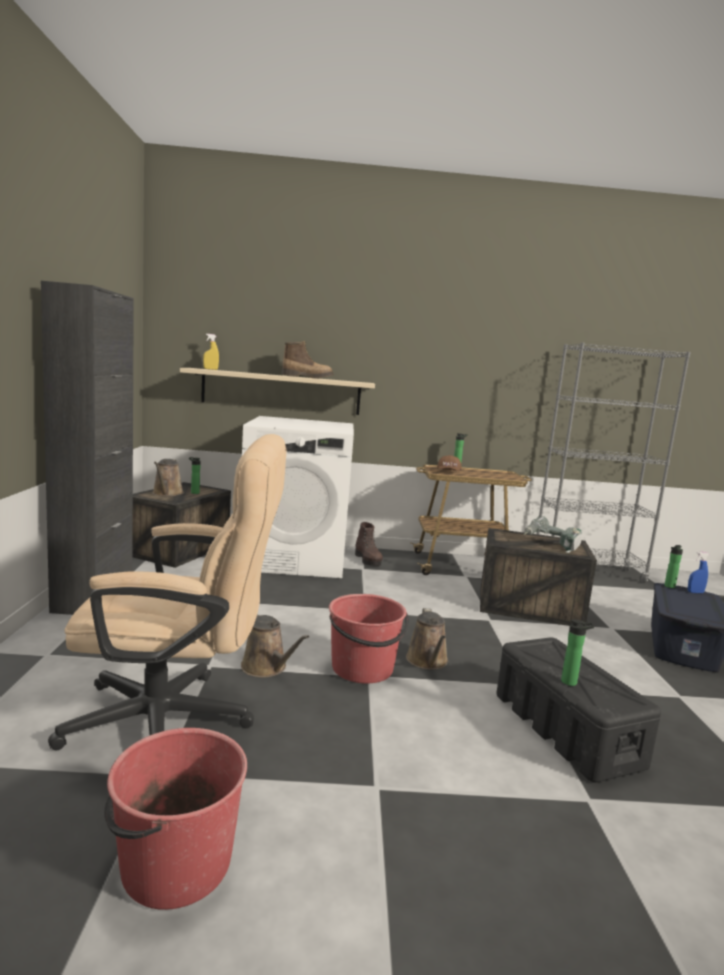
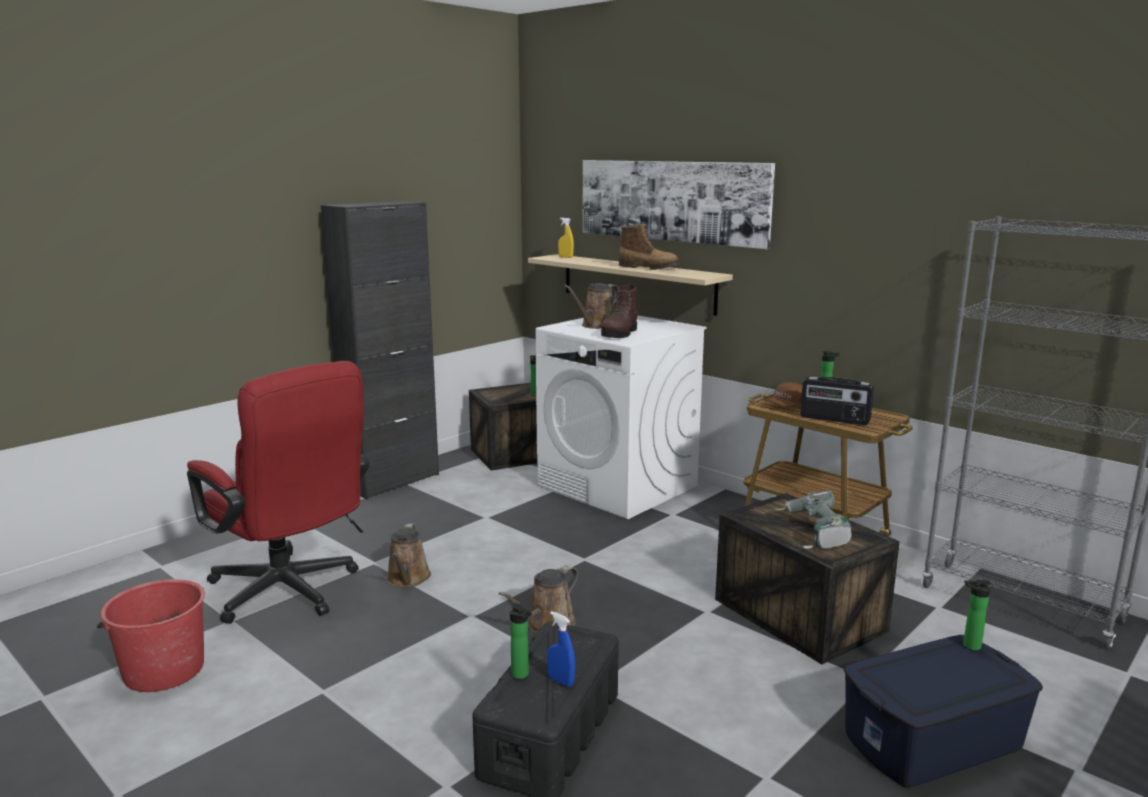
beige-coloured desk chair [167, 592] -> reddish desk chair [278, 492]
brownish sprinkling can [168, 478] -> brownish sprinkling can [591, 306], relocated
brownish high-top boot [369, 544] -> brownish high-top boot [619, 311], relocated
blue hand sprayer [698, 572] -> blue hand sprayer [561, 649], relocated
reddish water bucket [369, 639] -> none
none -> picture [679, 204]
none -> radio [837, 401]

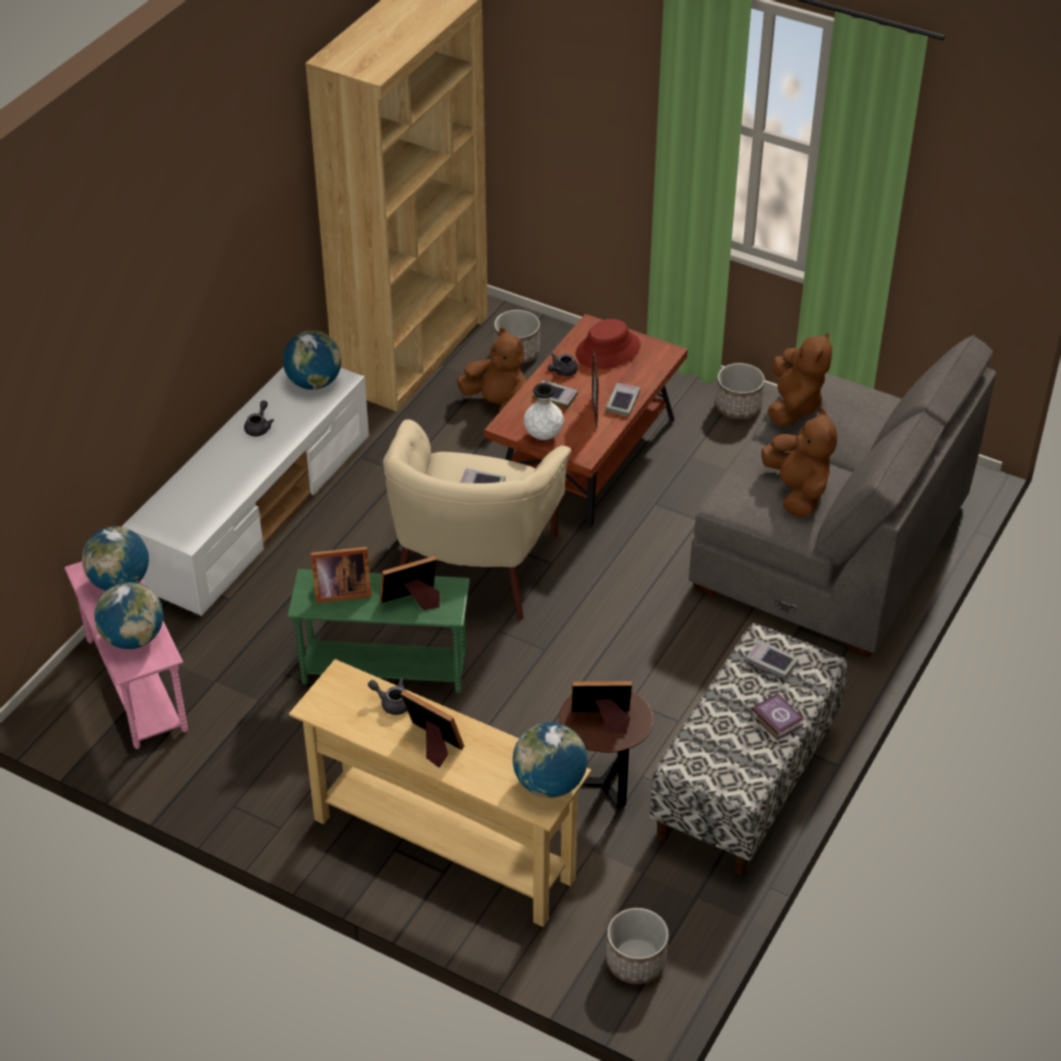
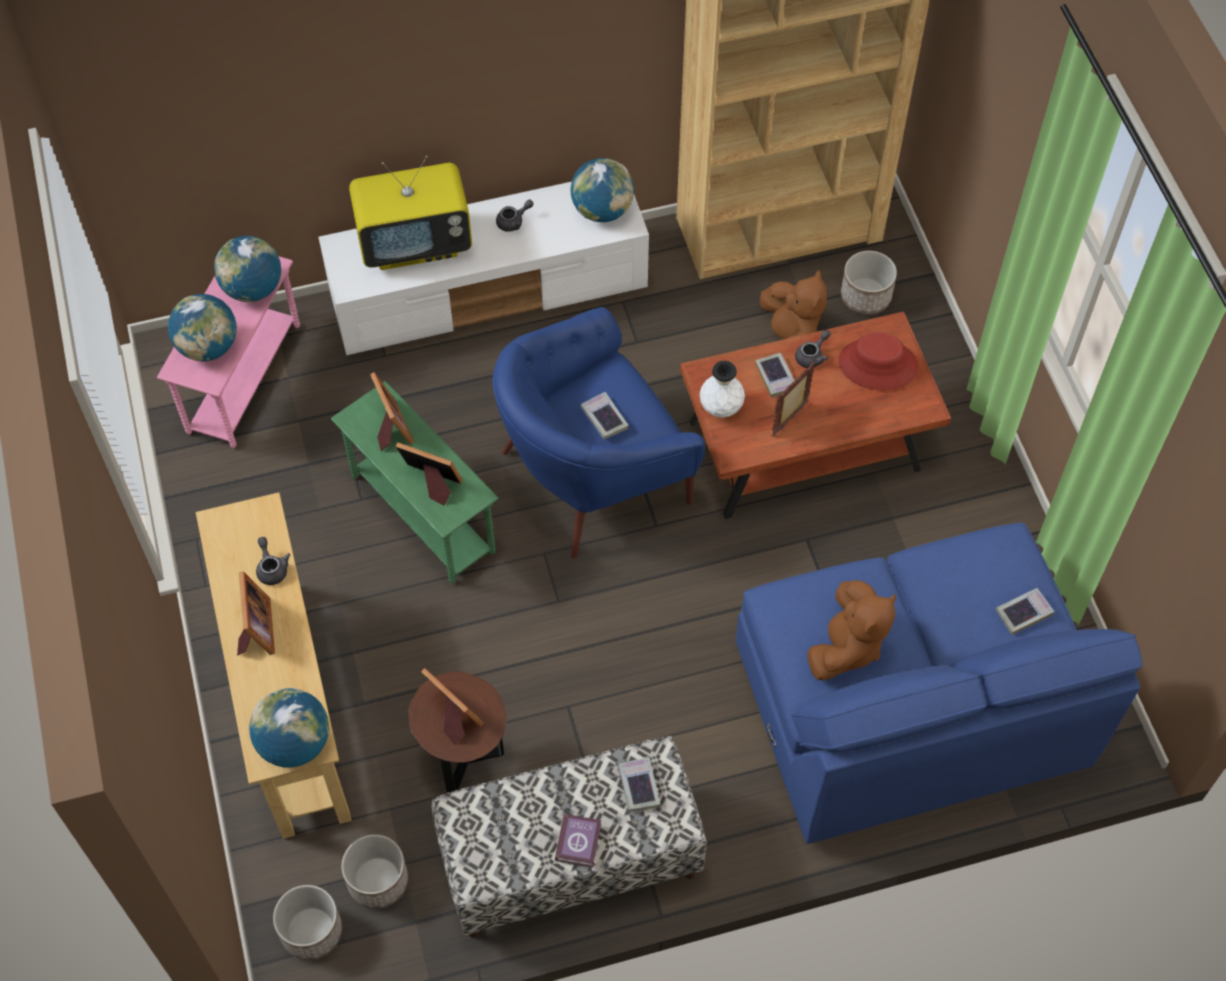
brownish plush toy [800, 379] -> none
gray couch [842, 496] -> blue couch [939, 683]
gray teapot [563, 364] -> gray teapot [812, 349], 135 degrees clockwise
planter [740, 391] -> planter [374, 871], relocated
bound book [623, 400] -> bound book [1025, 611], relocated
beige-coloured easy chair [477, 519] -> blue easy chair [599, 433]
standing frame [341, 575] -> standing frame [392, 411], 150 degrees counterclockwise
none -> television [410, 213]

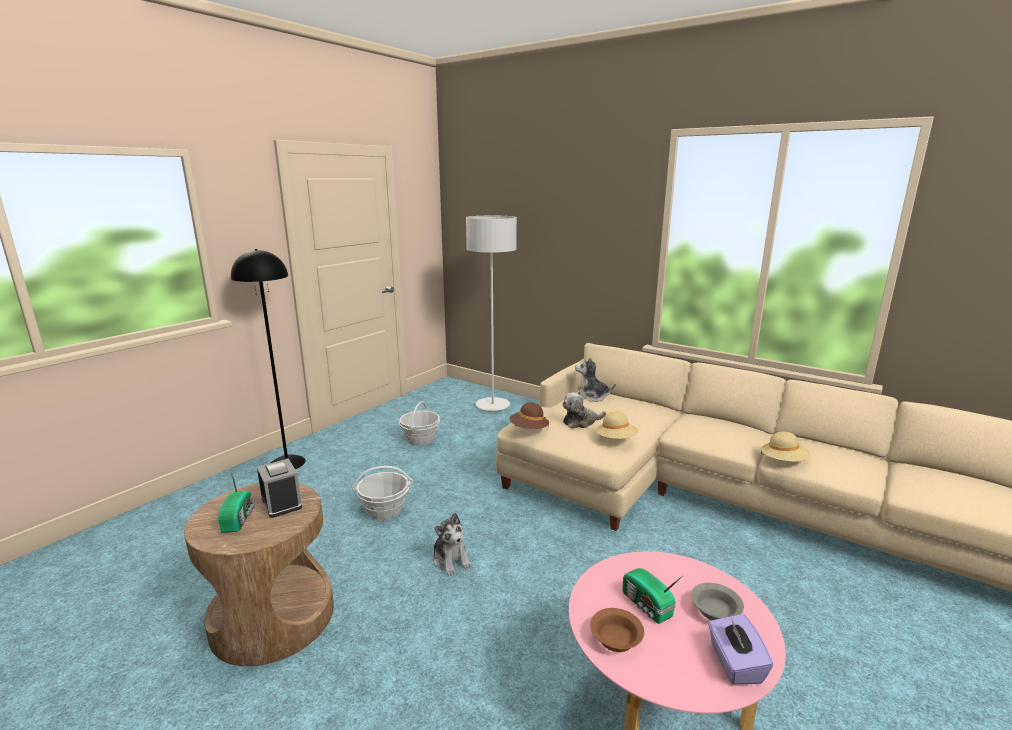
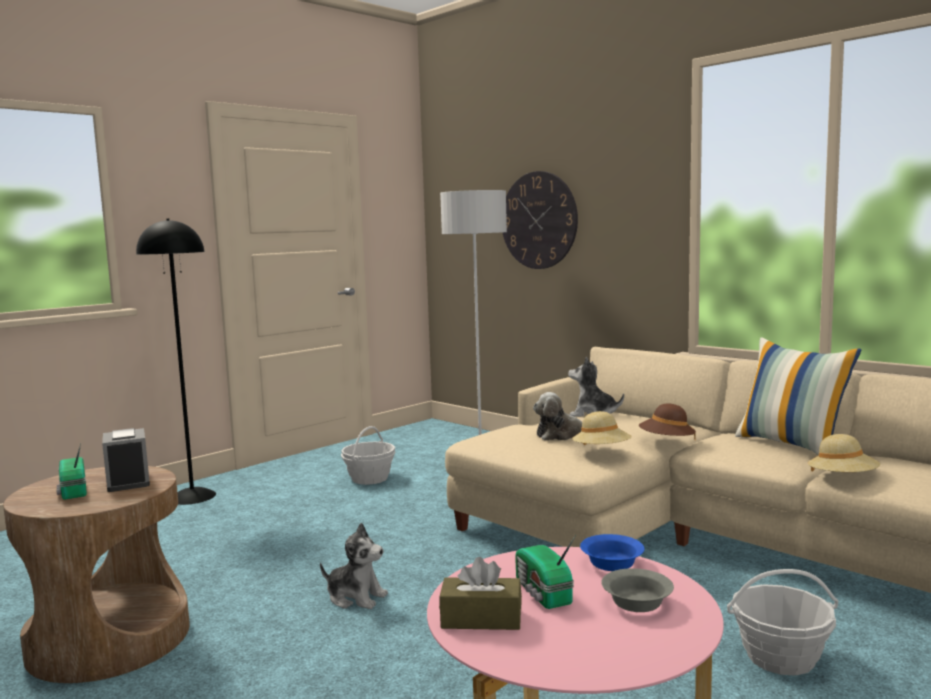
brownish wearable hat [529, 416] -> brownish wearable hat [667, 421], relocated
household basket [382, 493] -> household basket [782, 622], relocated
radio [236, 500] -> radio [71, 471], 150 degrees clockwise
plush toy [451, 544] -> plush toy [354, 566], 45 degrees counterclockwise
brownish bowl [617, 630] -> brownish tissue holder [480, 593]
purplish tissue holder [740, 649] -> none
none -> clock on the wall [540, 220]
none -> cushion [798, 396]
none -> blue bowl [612, 552]

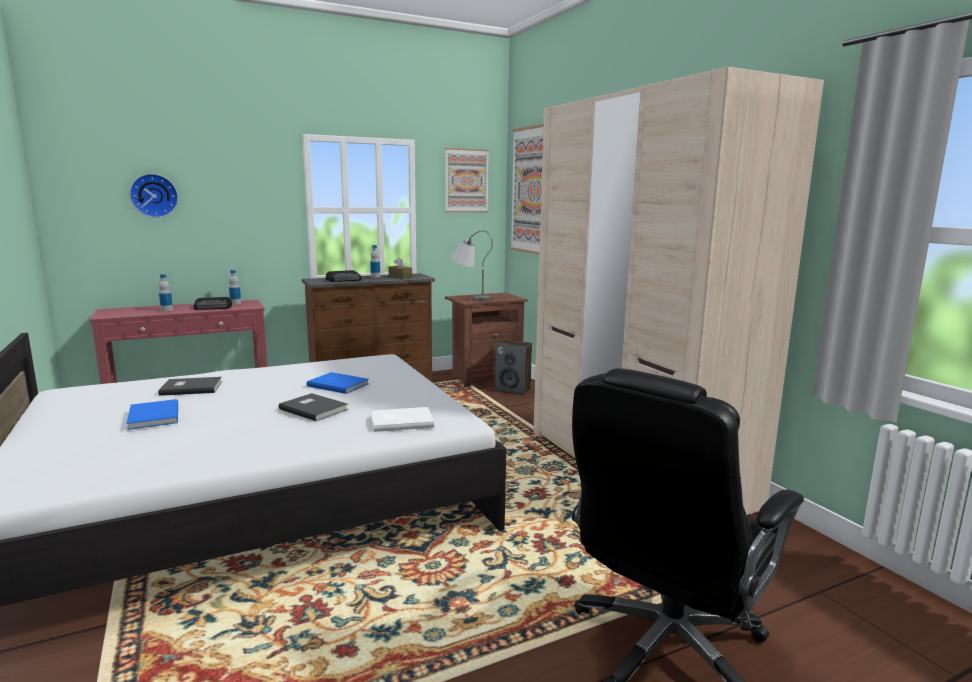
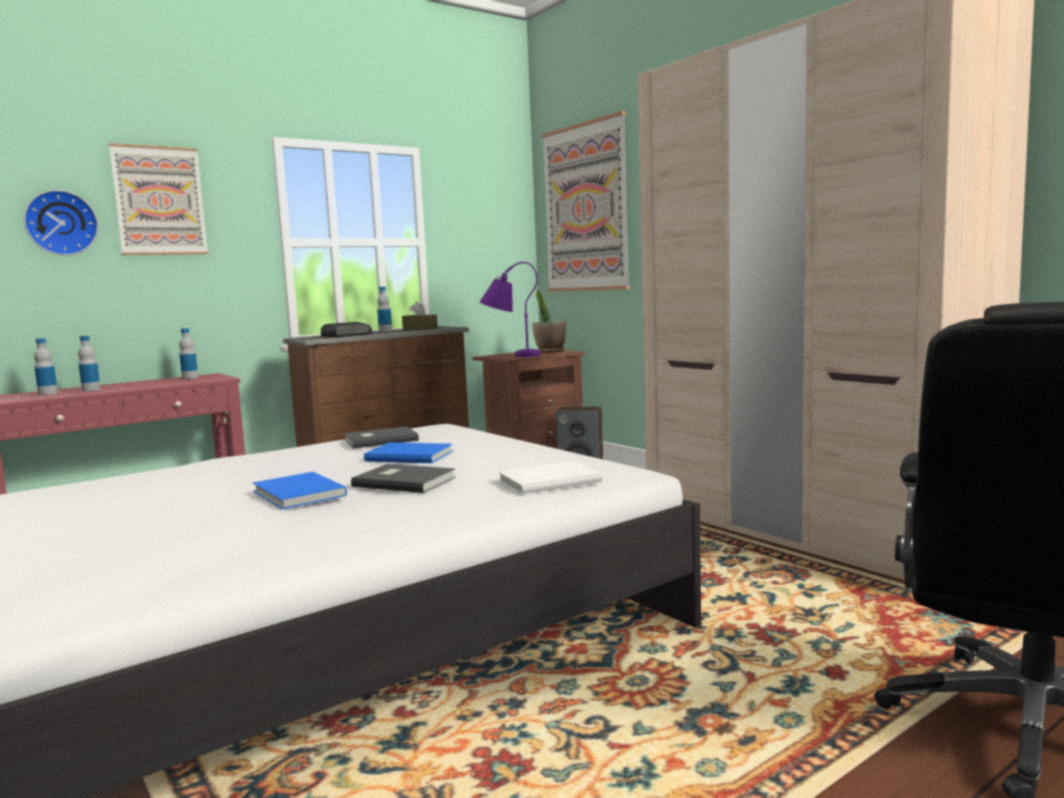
picture [467, 180] -> picture [158, 199], relocated
gray table lamp [471, 265] -> purplish table lamp [510, 309]
radio [212, 303] -> none
gray bound book [190, 386] -> gray bound book [381, 437], relocated
blue bound book [152, 414] -> blue bound book [300, 490], relocated
none -> houseplant [549, 321]
none -> bottle [46, 366]

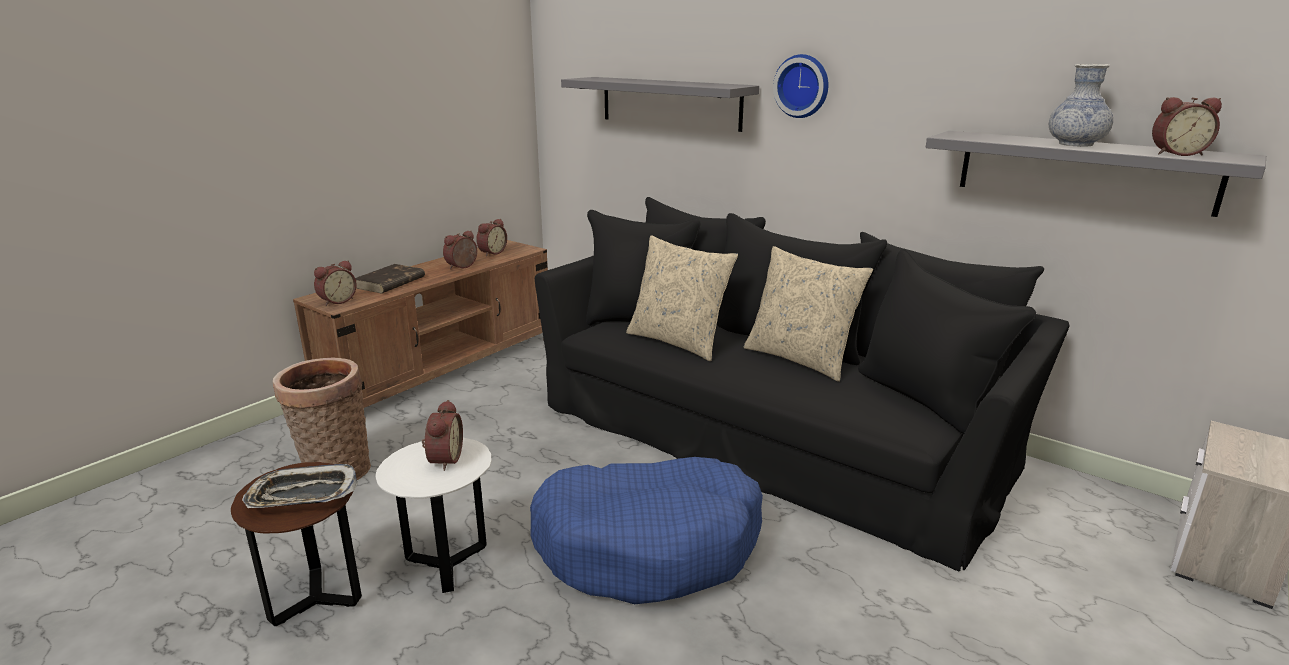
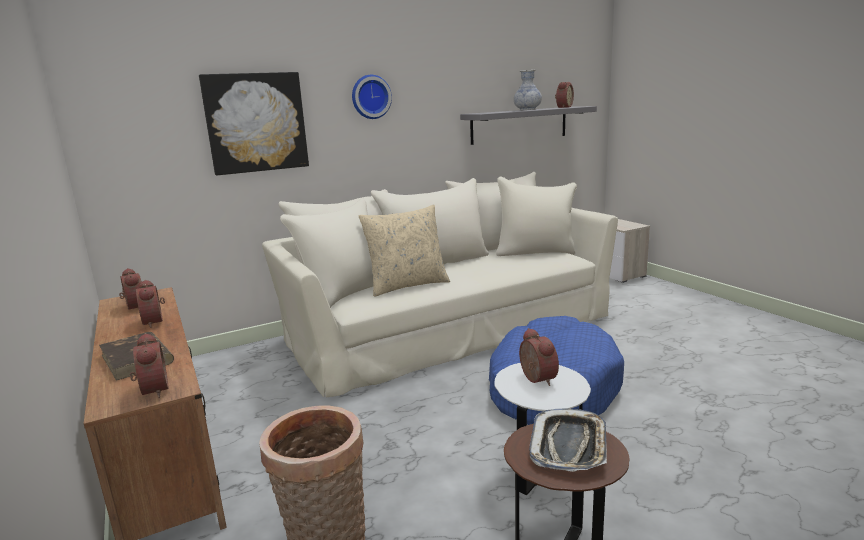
gray bracket shelf [660, 104] -> picture [254, 123]
black couch [802, 384] -> beige-coloured couch [440, 284]
beige-coloured cushion [808, 314] -> none
bedside clock [442, 435] -> bedside clock [539, 357], 45 degrees clockwise

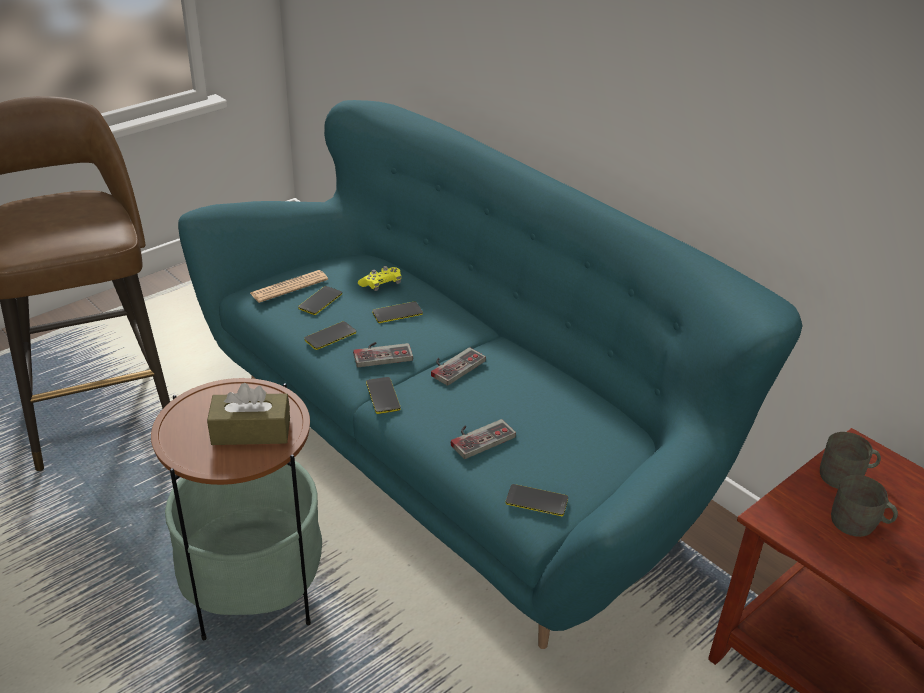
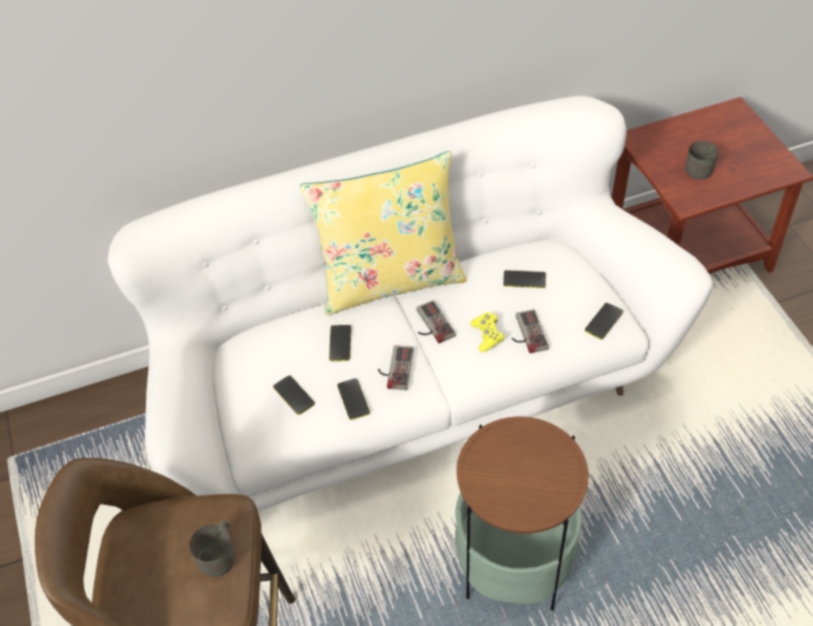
turquoise couch [490, 374] -> white couch [410, 304]
yellow-coloured gamepad [379, 278] -> yellow-coloured gamepad [487, 332], relocated
newspaper [289, 286] -> none
handset [383, 395] -> handset [524, 279], relocated
brownish tissue holder [248, 414] -> none
gray mug [850, 460] -> gray mug [212, 549], relocated
none -> yellow-coloured cushion [383, 233]

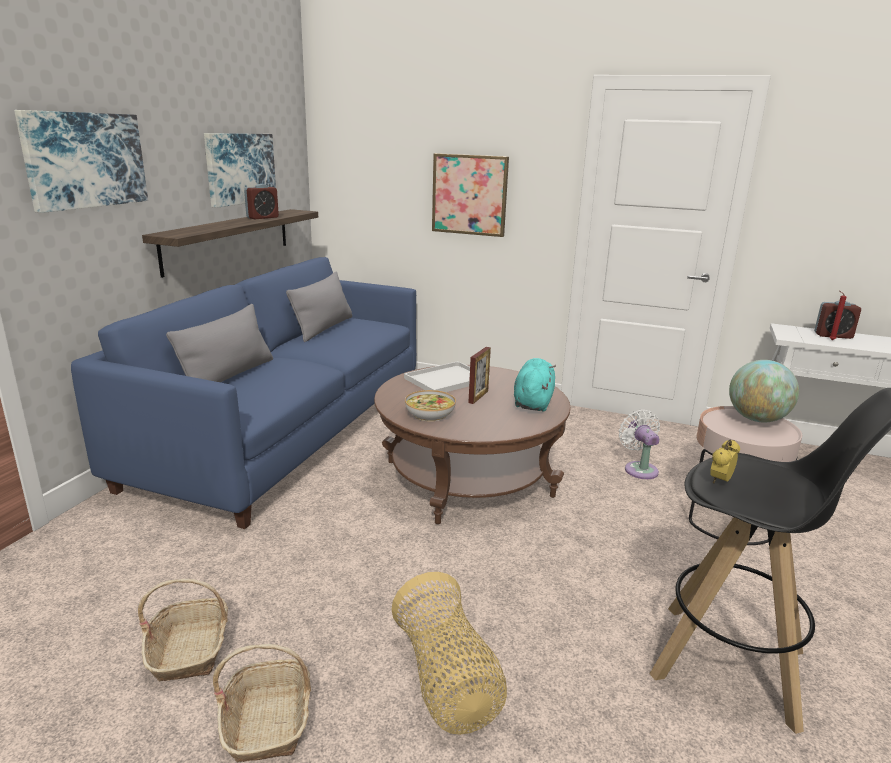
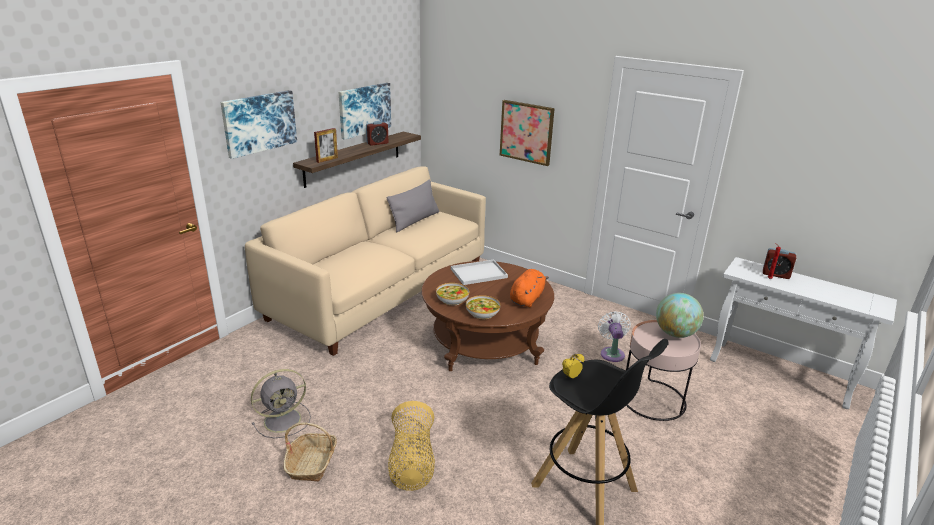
blue couch [243, 393] -> beige-coloured couch [365, 261]
gray cushion [219, 343] -> none
standing frame [479, 375] -> standing frame [326, 145], relocated
turquoise plush toy [535, 385] -> orange plush toy [529, 288]
household basket [183, 630] -> gray fan [281, 403]
none -> bowl [483, 307]

